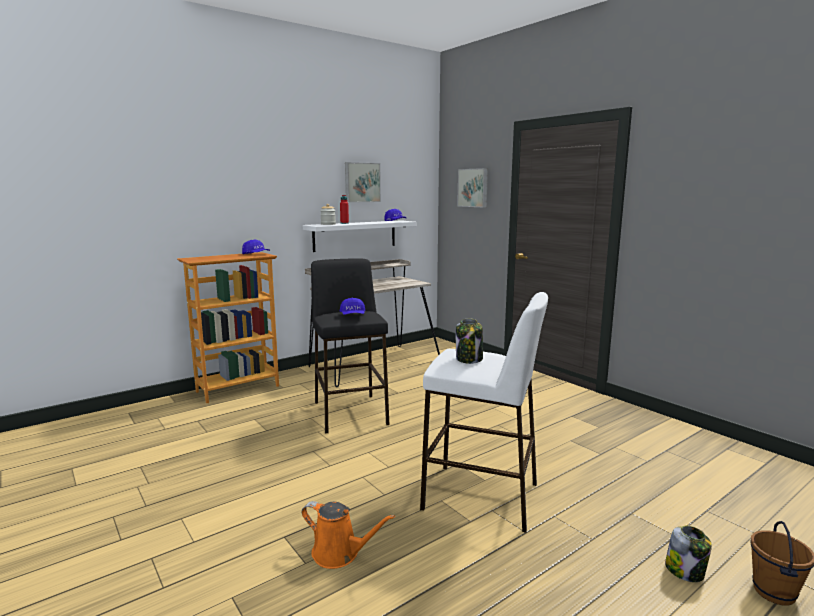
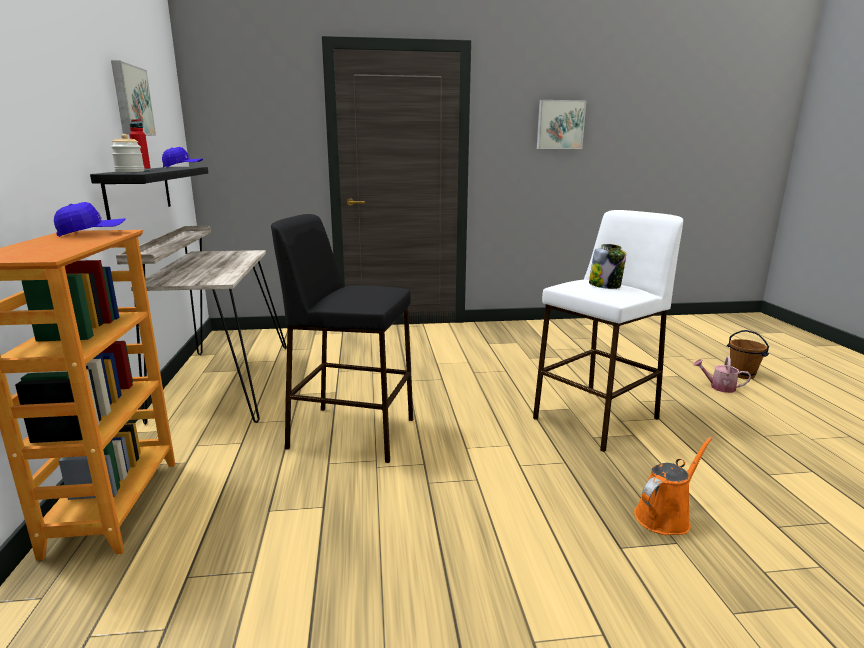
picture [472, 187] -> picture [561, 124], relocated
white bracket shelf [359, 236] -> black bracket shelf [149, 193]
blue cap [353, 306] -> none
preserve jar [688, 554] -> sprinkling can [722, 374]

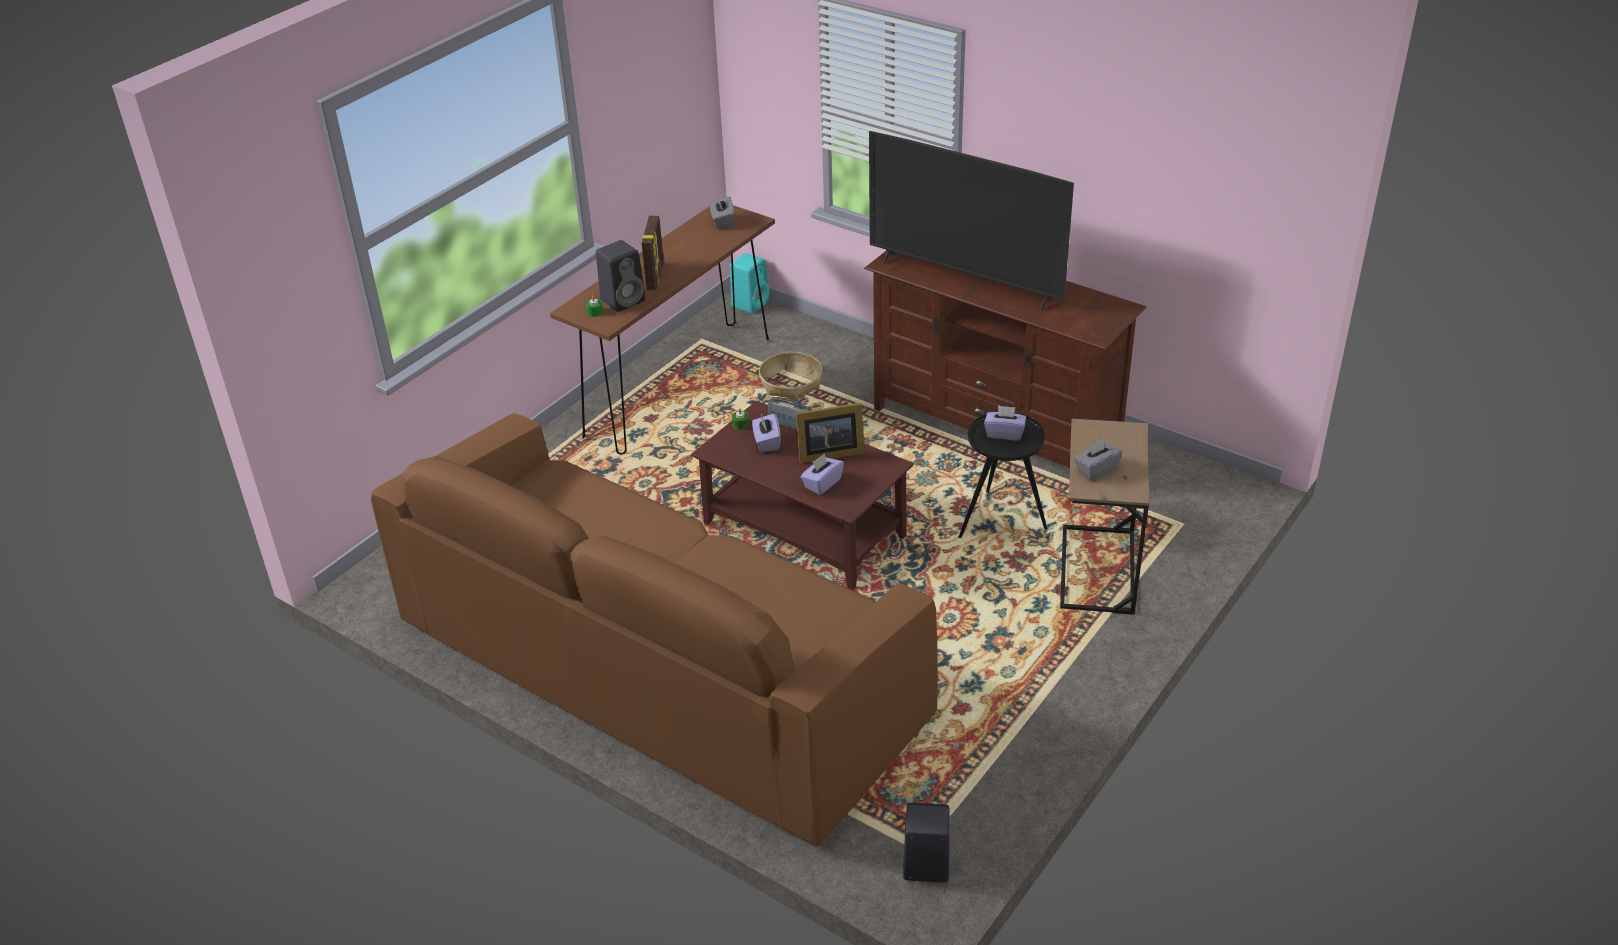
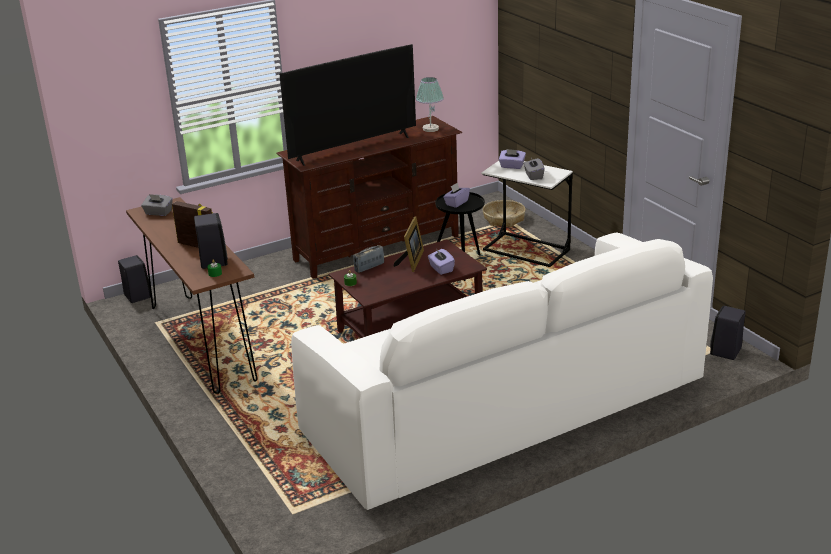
turquoise audio speaker [749, 283] -> black audio speaker [134, 279]
household basket [791, 376] -> household basket [504, 213], relocated
brownish couch [654, 630] -> white couch [502, 371]
purplish tissue holder [766, 432] -> purplish tissue holder [512, 159], relocated
brownish end table [1104, 517] -> white end table [527, 214]
none -> table lamp [430, 104]

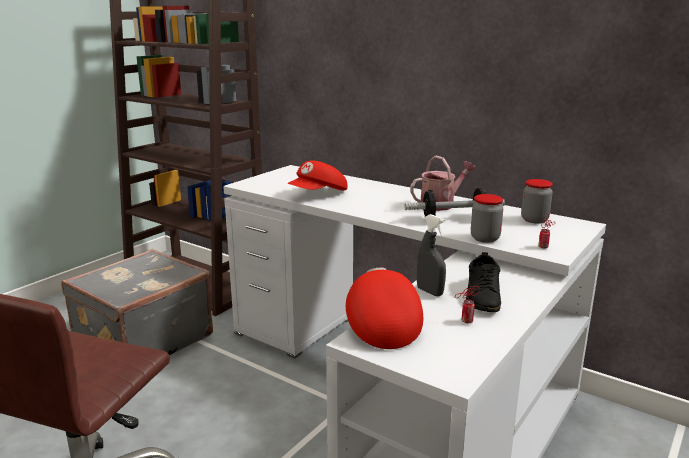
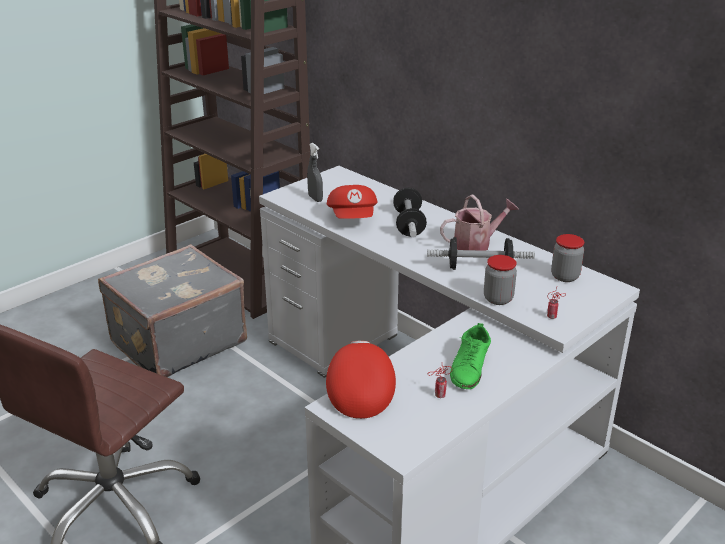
reddish cap [317, 176] -> reddish cap [352, 202], 60 degrees counterclockwise
gray hand sprayer [431, 255] -> gray hand sprayer [315, 172], relocated
black item of footwear [483, 282] -> greenish item of footwear [470, 356]
none -> dumbbell [410, 212]

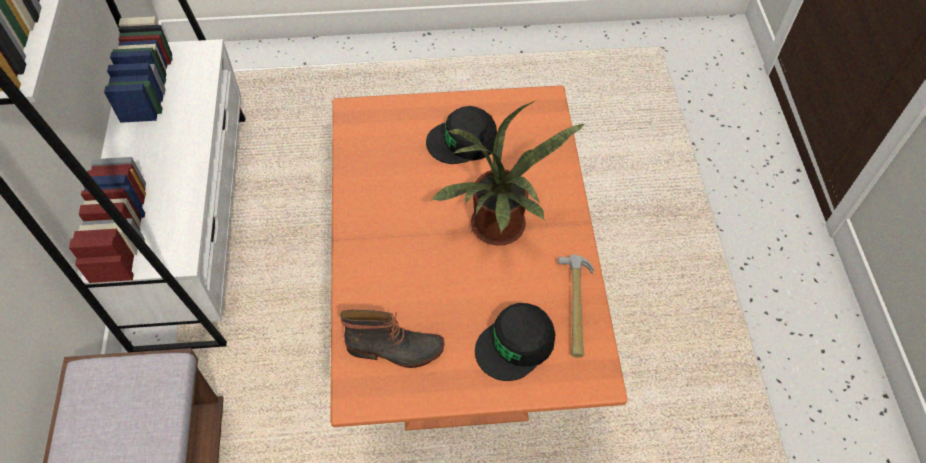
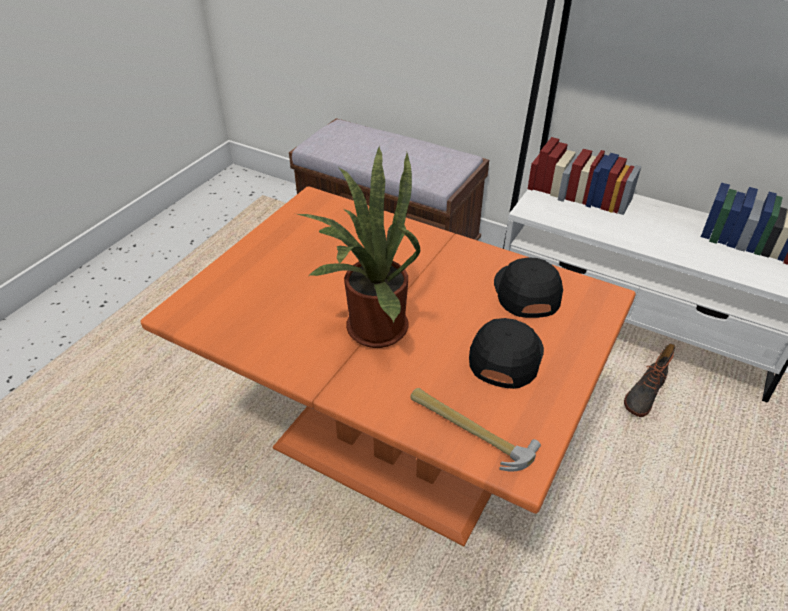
hammer [576, 306] -> hammer [475, 429], relocated
black cap [515, 342] -> black cap [528, 287], relocated
high-top boot [392, 339] -> high-top boot [649, 380], relocated

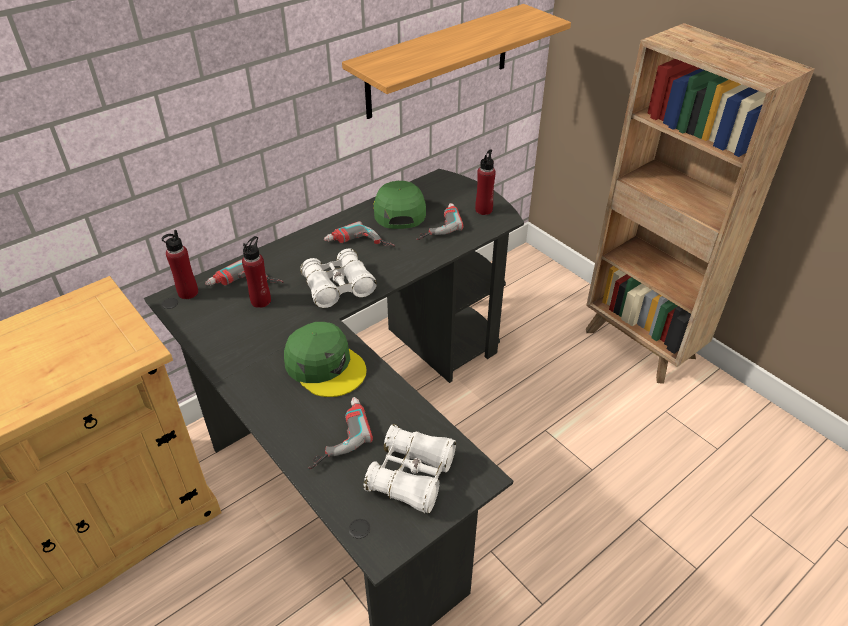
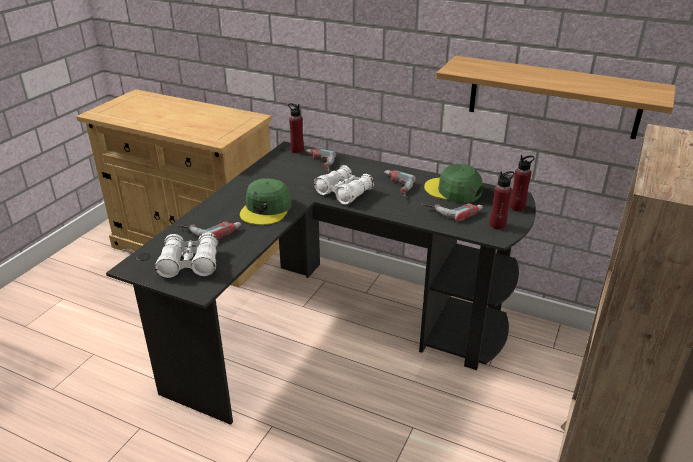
greenish cap [400, 205] -> greenish cap [453, 183], 120 degrees counterclockwise
reddish bottle [256, 272] -> reddish bottle [522, 183], relocated

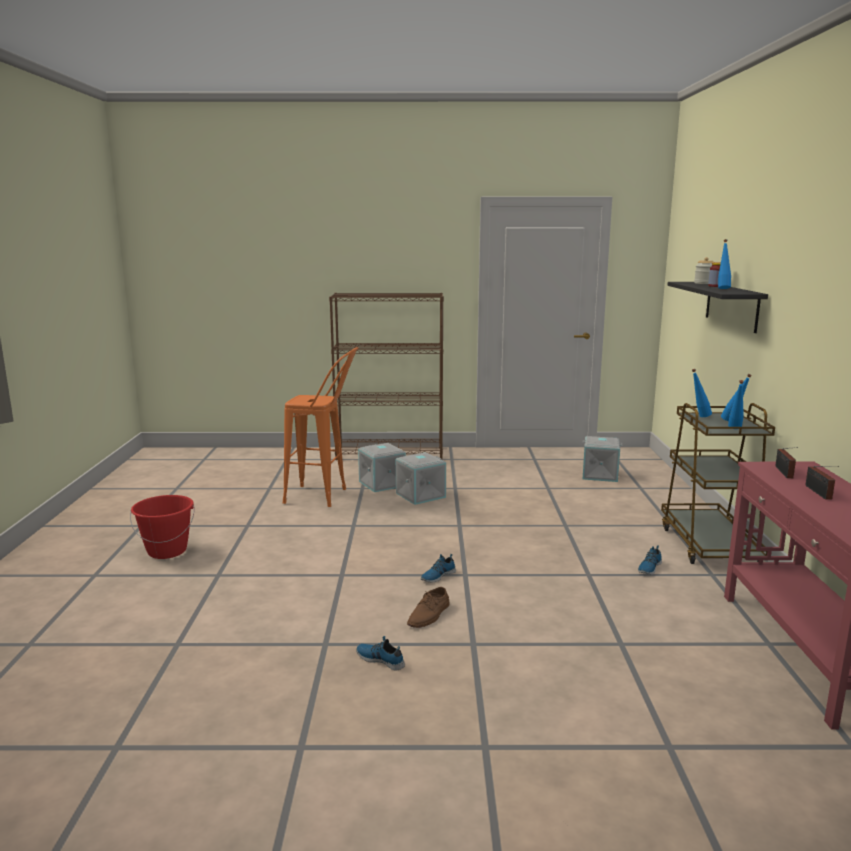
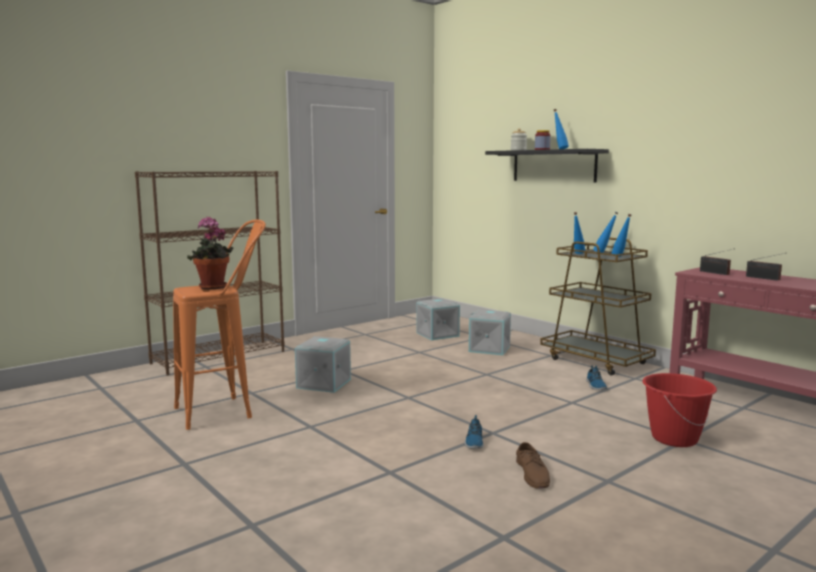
gray storage box [382, 467] -> gray storage box [490, 332], relocated
reddish water bucket [162, 527] -> reddish water bucket [679, 410], relocated
item of footwear [380, 653] -> none
none -> houseplant [210, 253]

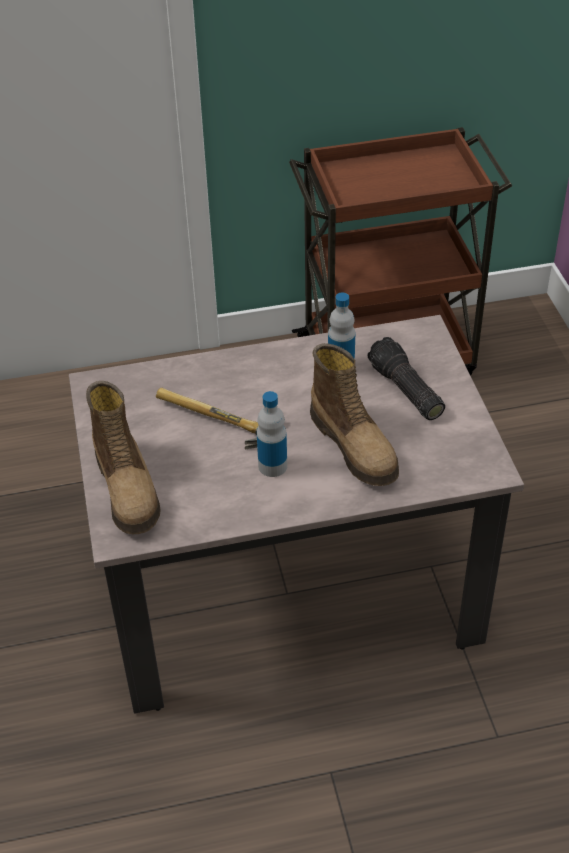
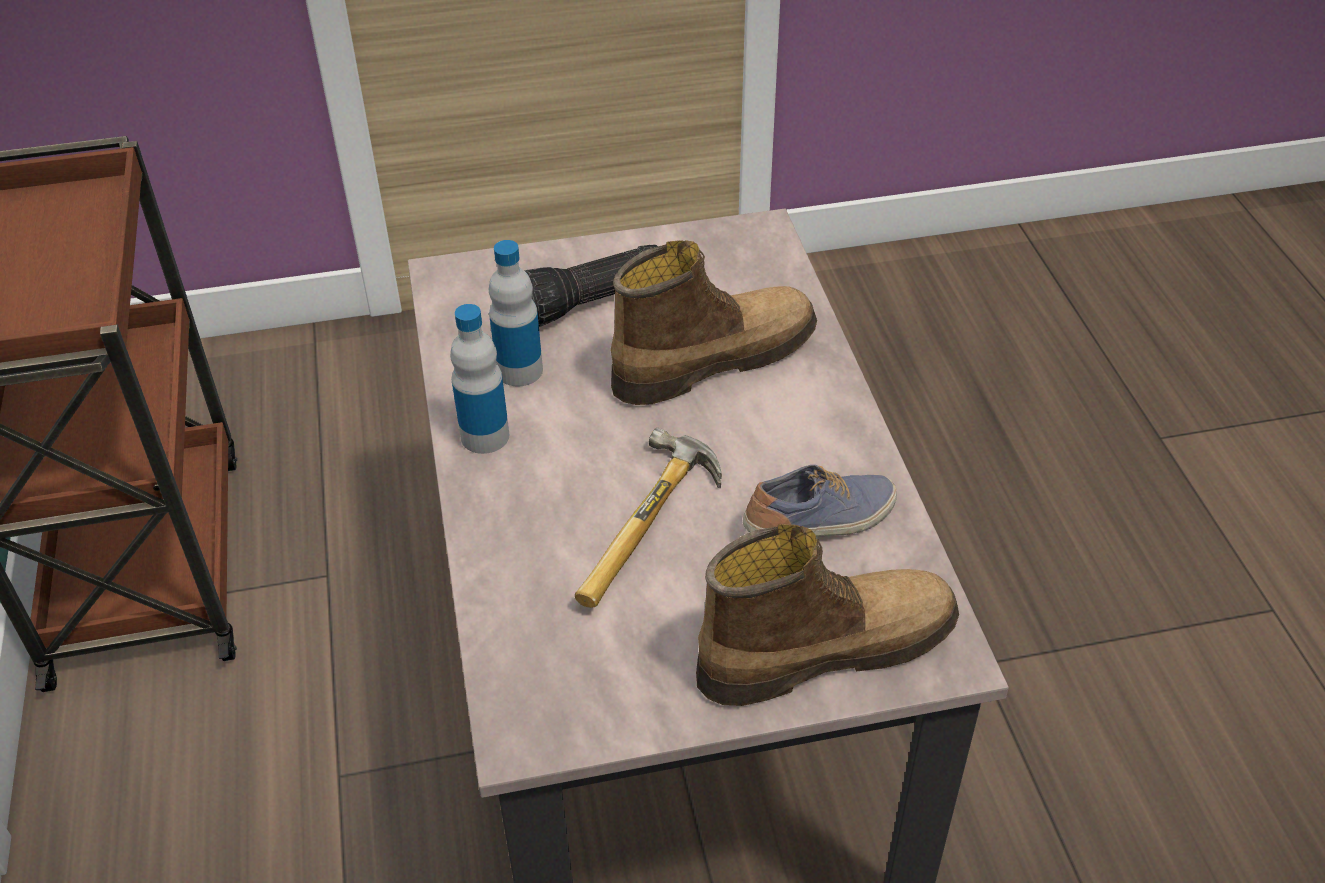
bottle [272, 434] -> bottle [480, 379], relocated
none -> item of footwear [820, 501]

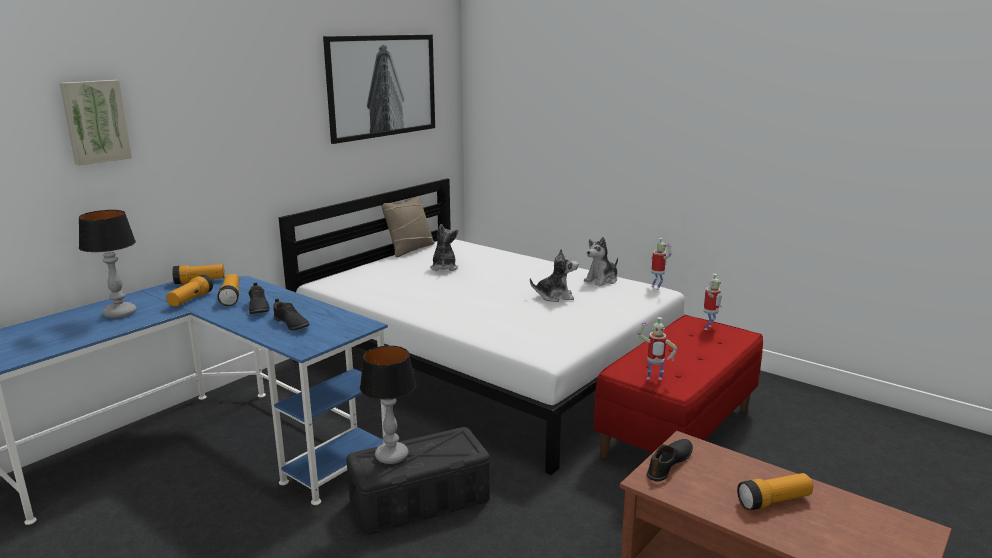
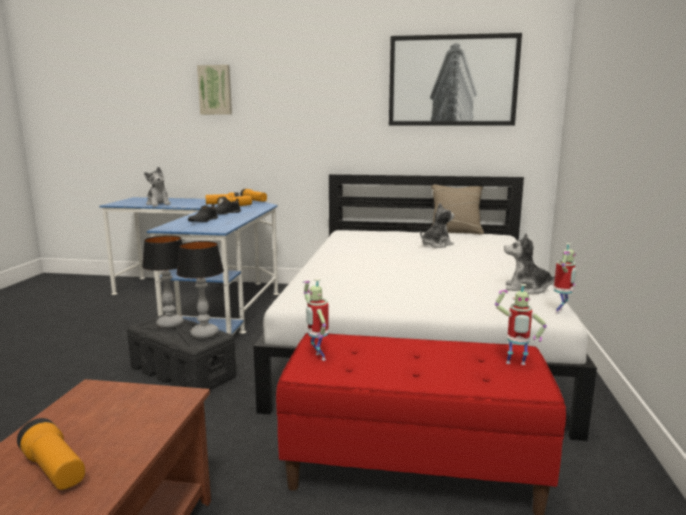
table lamp [107, 264] -> table lamp [200, 290], relocated
plush toy [554, 275] -> plush toy [157, 186], relocated
black item of footwear [669, 460] -> none

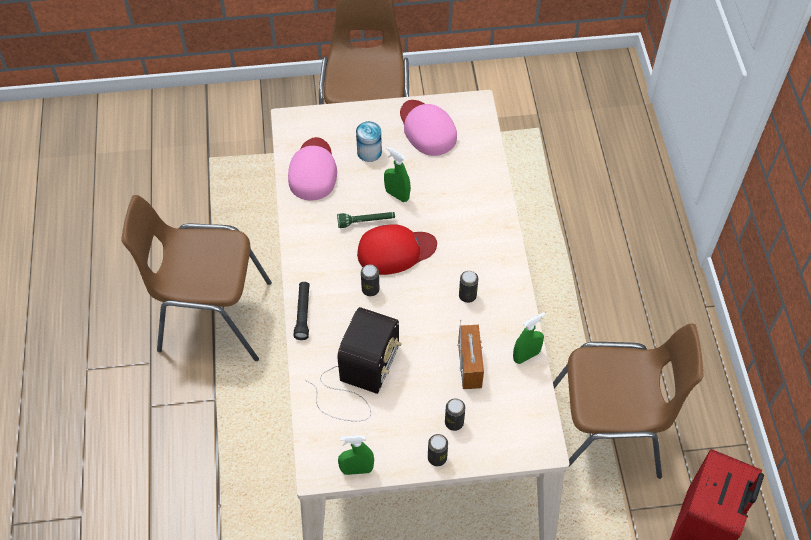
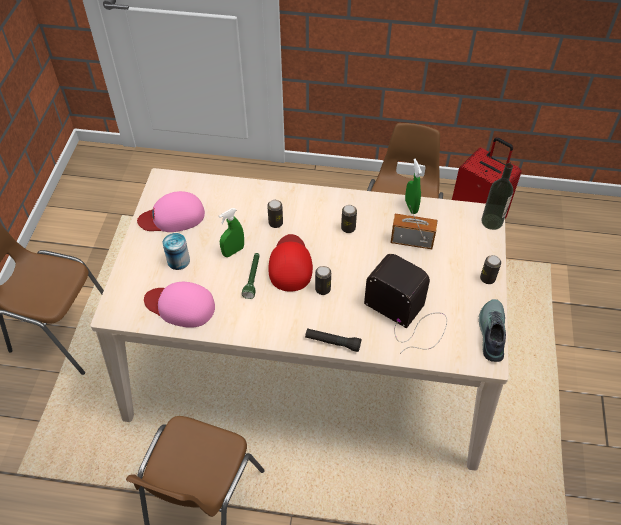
sealed can [455, 415] -> sealed can [275, 214], relocated
greenish hand sprayer [356, 455] -> item of footwear [492, 330]
none -> bottle [497, 196]

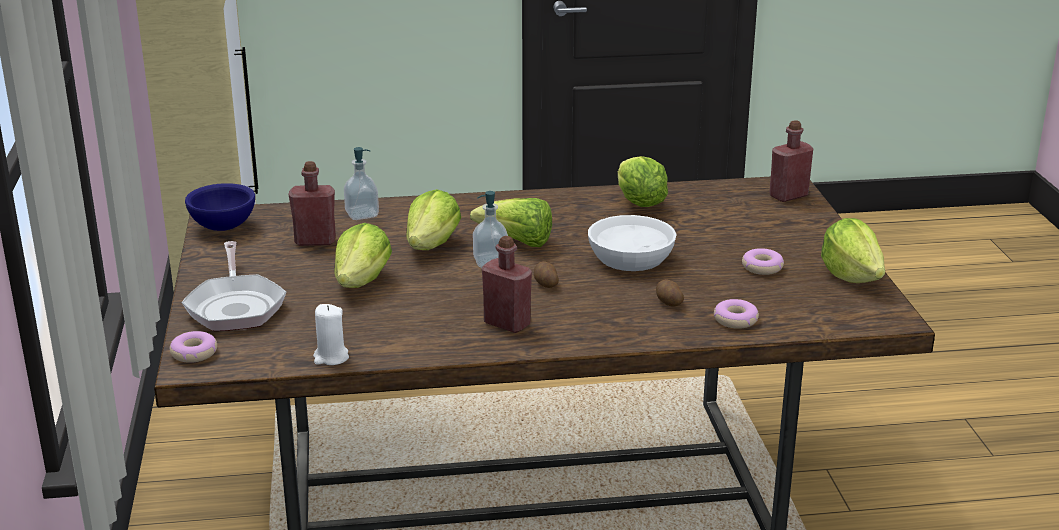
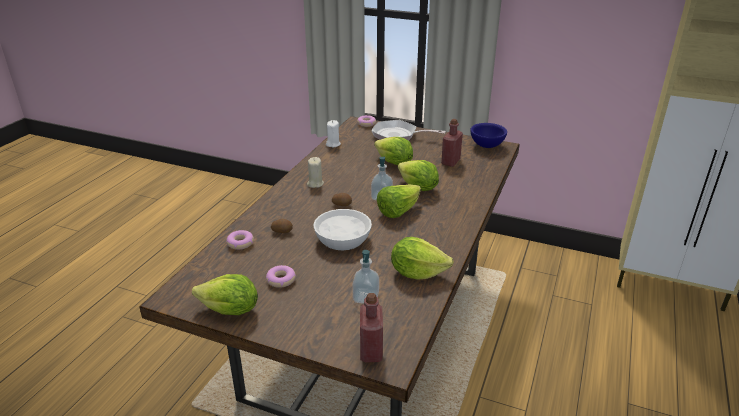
soap dispenser [361, 183] -> soap dispenser [366, 277], relocated
reddish bottle [507, 284] -> beige-coloured candle [315, 172]

